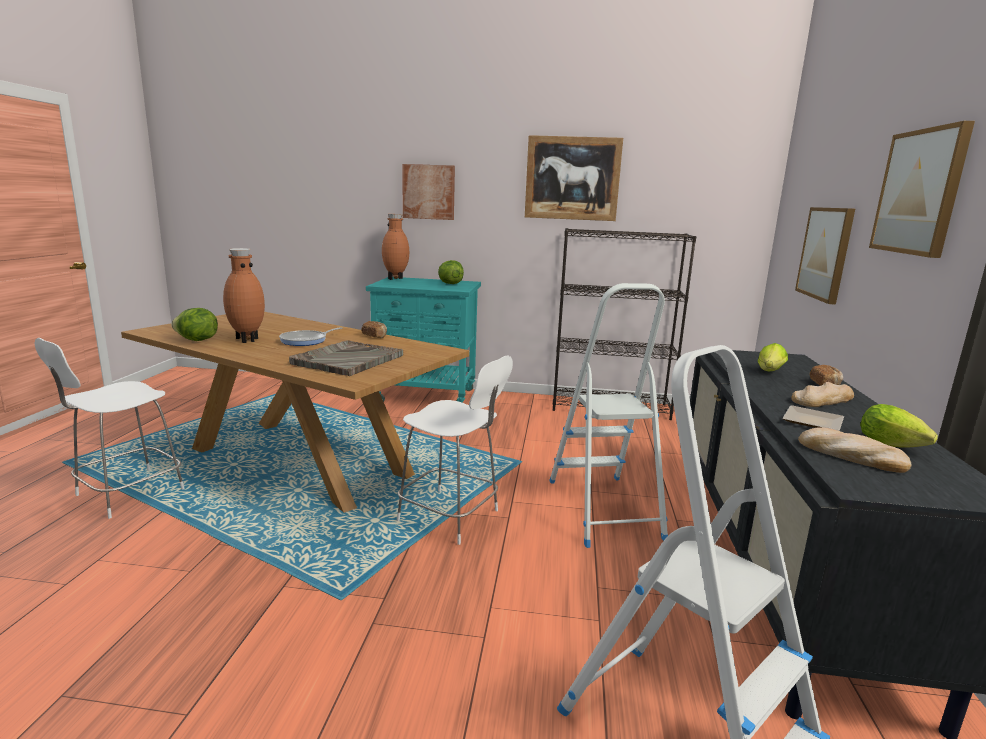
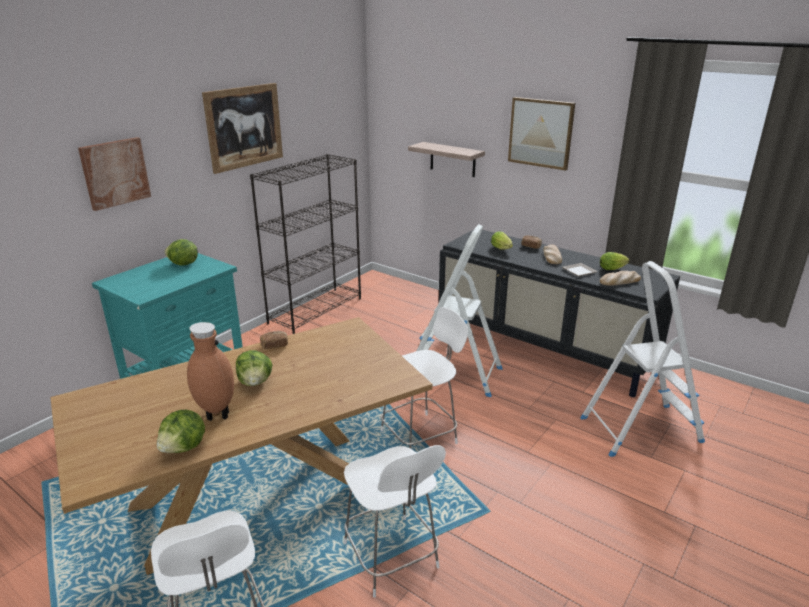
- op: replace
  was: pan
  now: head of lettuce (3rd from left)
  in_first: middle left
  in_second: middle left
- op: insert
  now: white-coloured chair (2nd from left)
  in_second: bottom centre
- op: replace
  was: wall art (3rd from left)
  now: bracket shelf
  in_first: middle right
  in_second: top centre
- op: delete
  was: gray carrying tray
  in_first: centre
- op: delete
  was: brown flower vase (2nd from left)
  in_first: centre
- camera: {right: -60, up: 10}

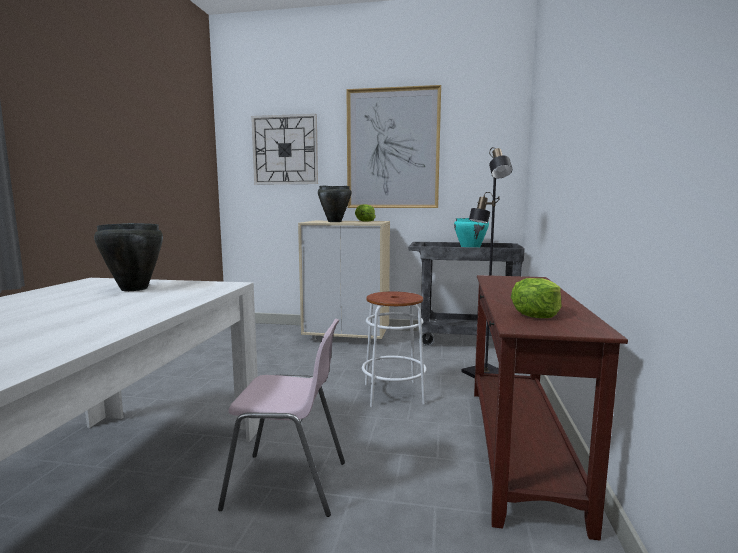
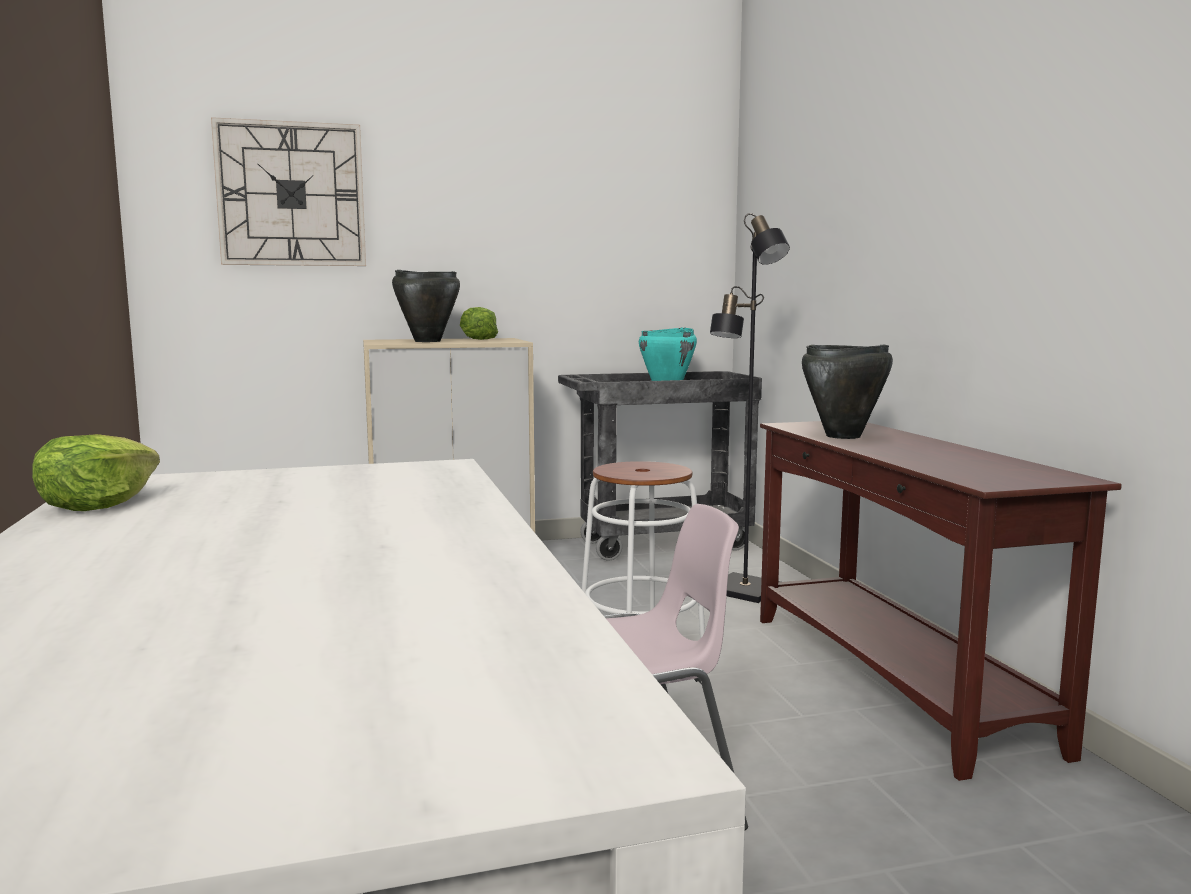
- op: move
  was: head of lettuce (2nd from left in the first image)
  now: head of lettuce (1st from left)
  in_first: middle right
  in_second: middle left
- op: move
  was: black-coloured saucepot (1st from left in the first image)
  now: black-coloured saucepot (2nd from left)
  in_first: middle left
  in_second: middle right
- op: delete
  was: wall art
  in_first: top centre
- camera: {right: -25, up: 0}

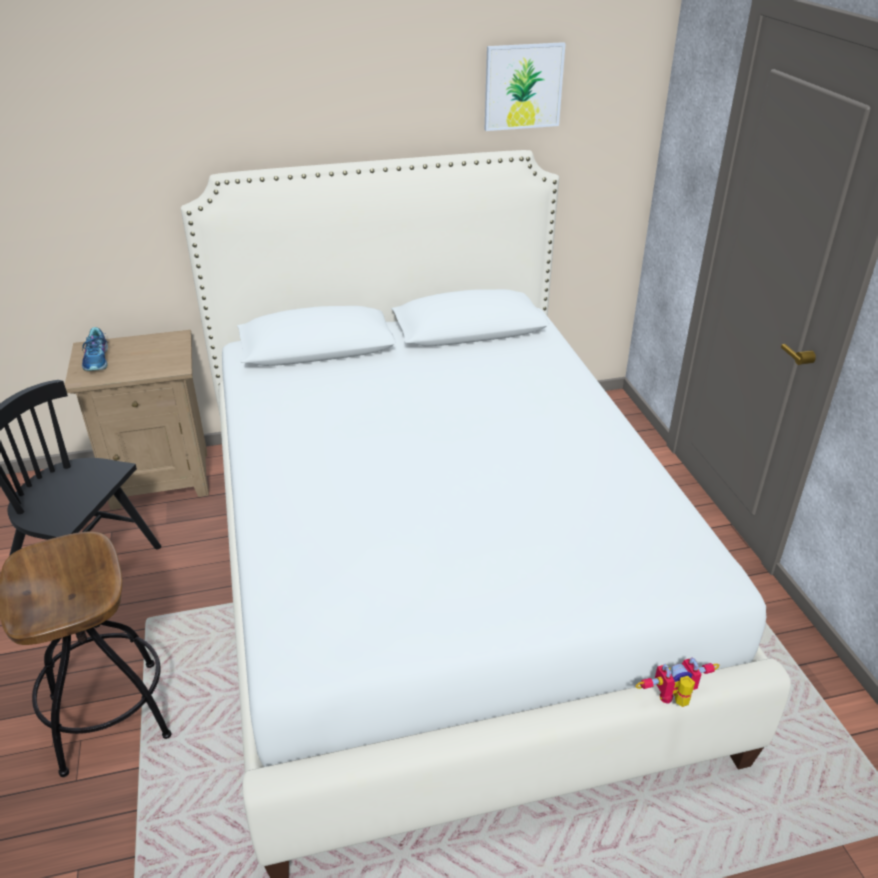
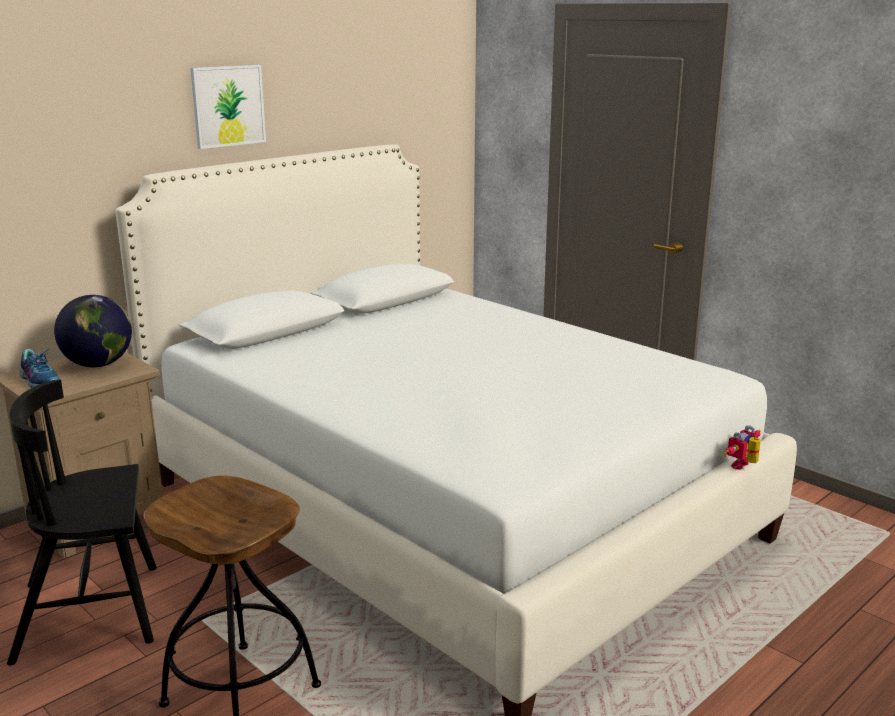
- op: insert
  now: desk globe
  in_second: middle left
- op: move
  was: wall art
  in_first: top centre
  in_second: top left
- camera: {right: -30, up: -15}

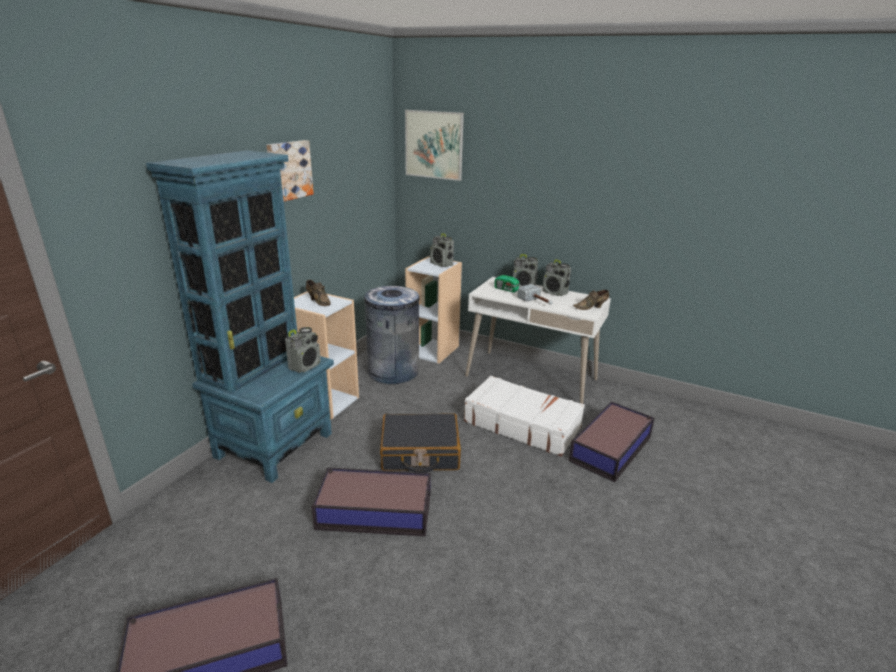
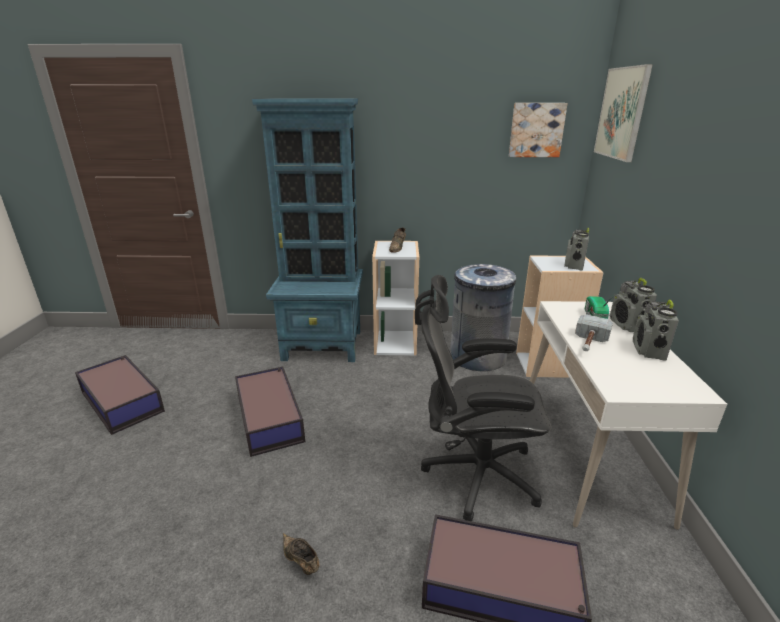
- op: move
  was: brown item of footwear (2nd from left in the first image)
  now: brown item of footwear (1st from left)
  in_first: centre
  in_second: bottom centre
- op: replace
  was: white-coloured suitcase
  now: computer chair
  in_first: centre
  in_second: centre
- op: move
  was: wall art (1st from left)
  in_first: top left
  in_second: top right
- op: delete
  was: radio (1st from left)
  in_first: centre
- op: delete
  was: black-coloured suitcase
  in_first: centre
- camera: {right: 65, up: 0}

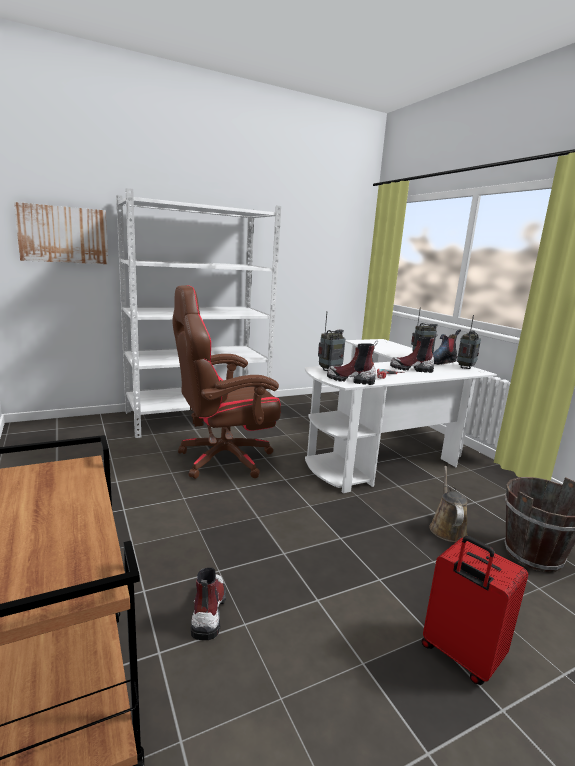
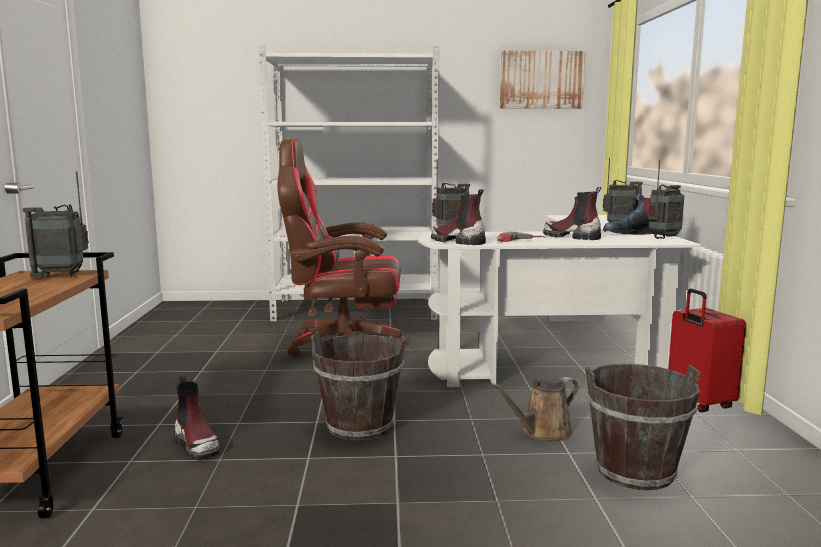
- op: insert
  now: radio (1st from left)
  in_second: middle left
- op: rotate
  was: high-top boot (1st from left)
  in_first: bottom centre
  in_second: bottom left
  clockwise: 120
- op: insert
  now: brown pail (1st from left)
  in_second: bottom centre
- op: rotate
  was: brown sprinkling can
  in_first: middle right
  in_second: bottom centre
  clockwise: -150
- op: move
  was: wall art
  in_first: top left
  in_second: top centre
- op: move
  was: red suitcase
  in_first: bottom right
  in_second: middle right
- camera: {right: 25, up: -5}

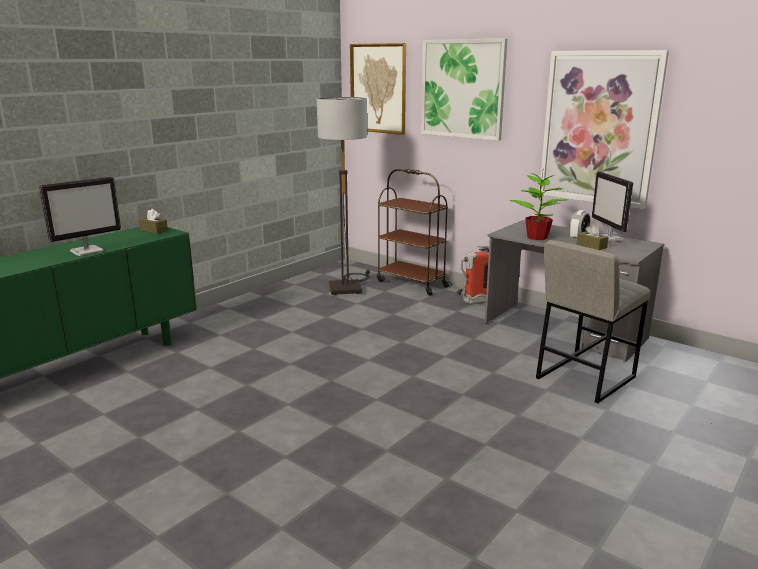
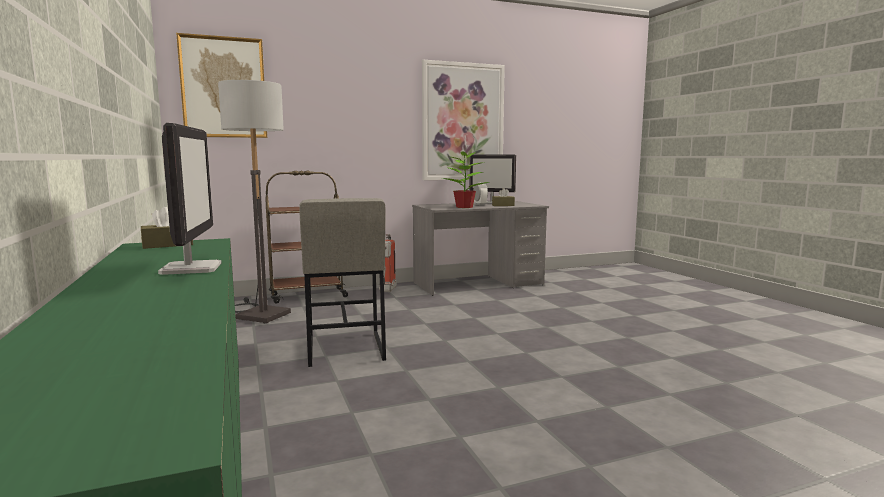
- op: move
  was: gray chair
  in_first: middle right
  in_second: centre
- op: delete
  was: wall art (2nd from left)
  in_first: top centre
- camera: {right: -60, up: -10}

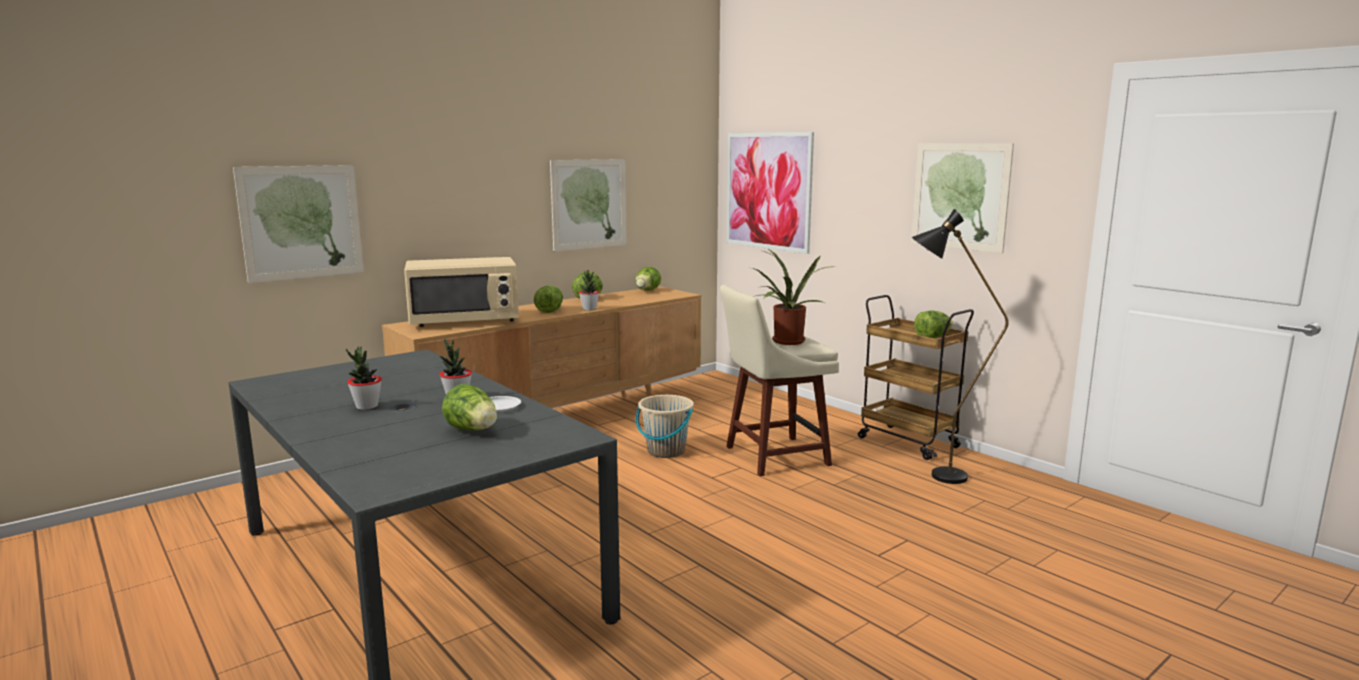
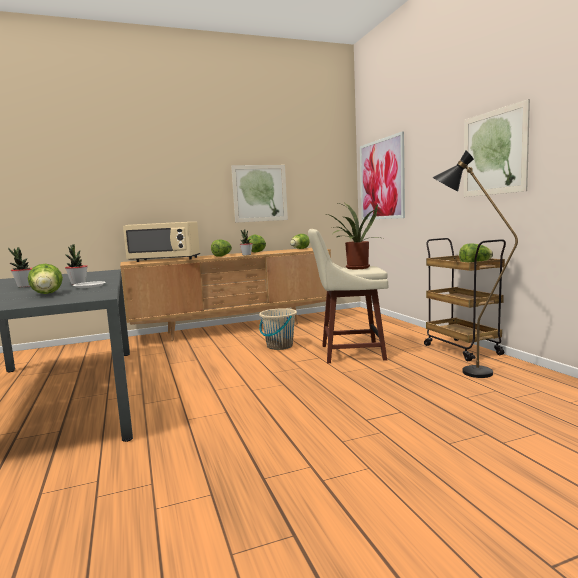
- op: delete
  was: wall art (1st from left)
  in_first: top left
- camera: {right: 20, up: -5}

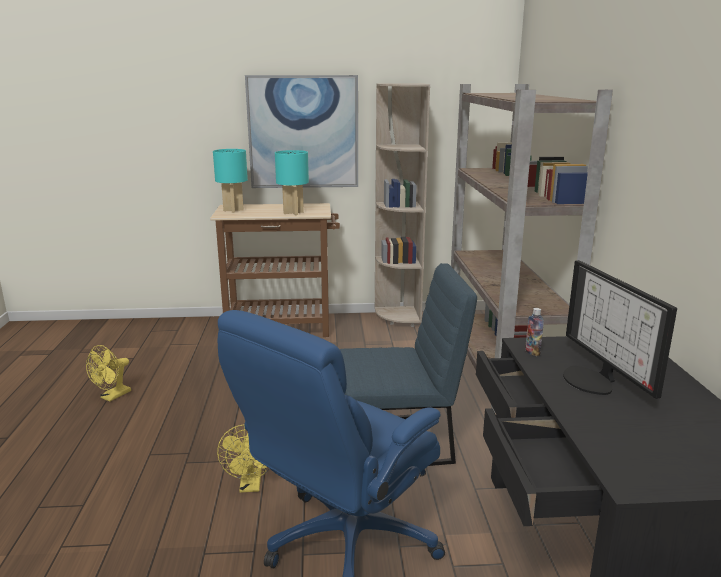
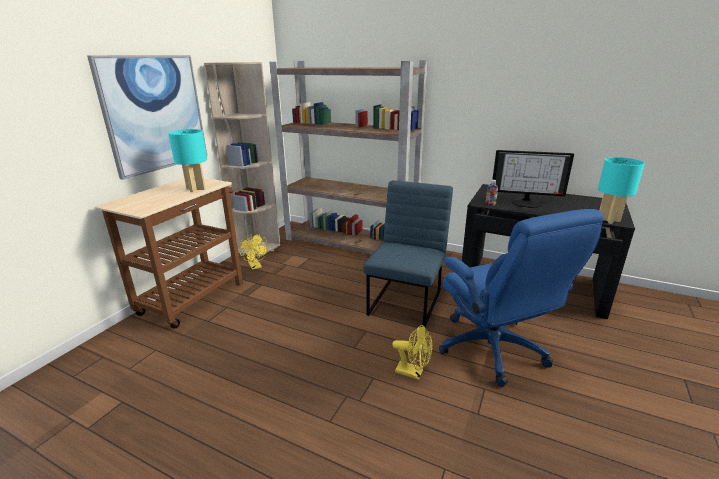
- op: move
  was: yellow cooling fan (1st from left)
  in_first: middle left
  in_second: centre
- op: move
  was: turquoise table lamp (1st from left in the first image)
  now: turquoise table lamp (2nd from left)
  in_first: top left
  in_second: middle right
- camera: {right: -60, up: 5}

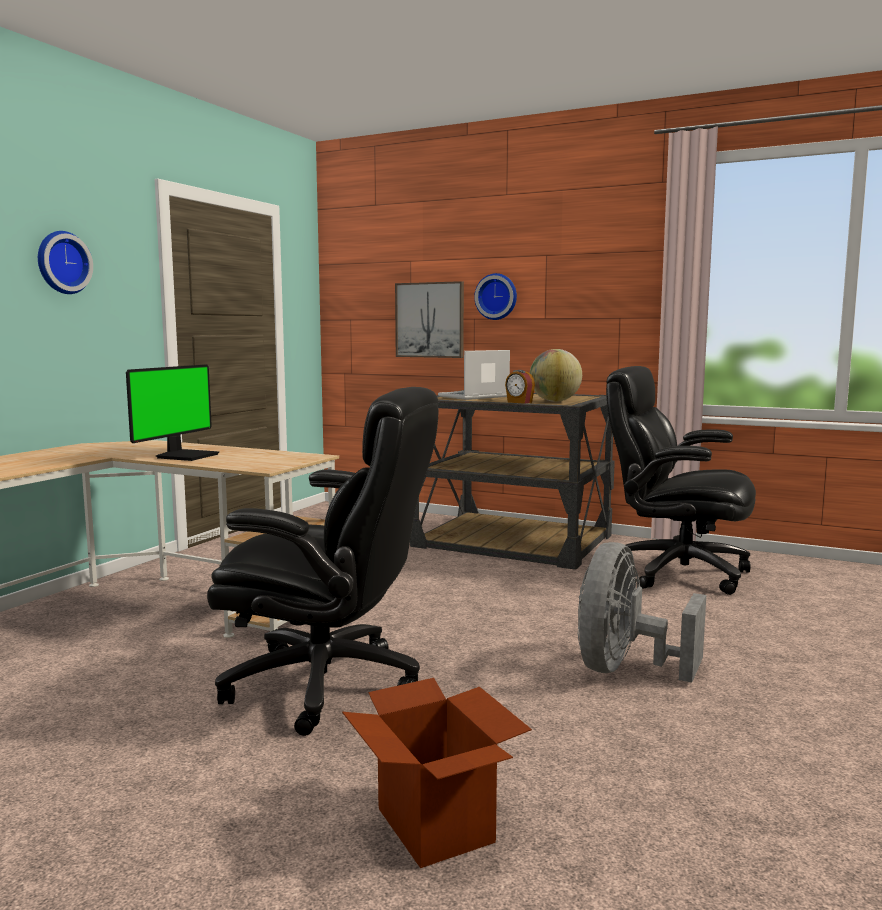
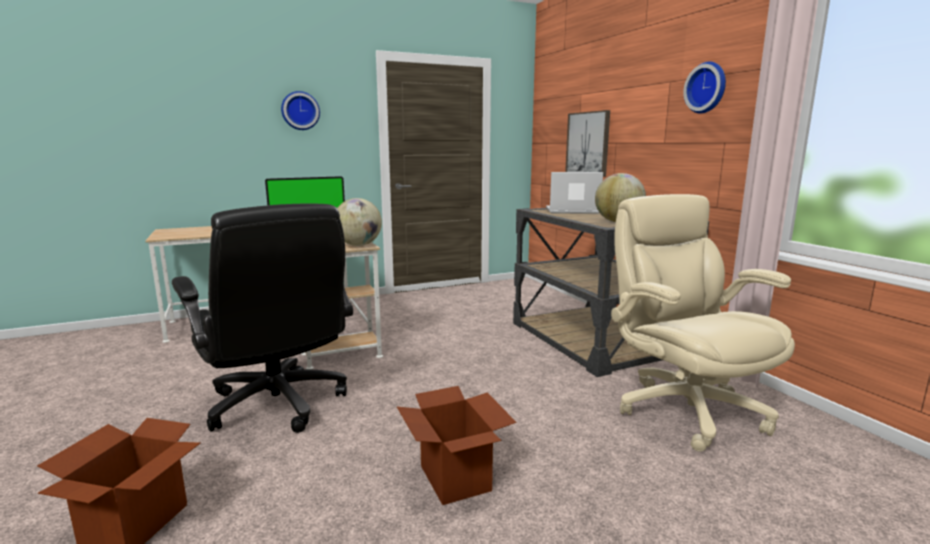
- op: insert
  now: desk globe (1st from left)
  in_second: centre
- op: replace
  was: gray cooling fan
  now: carton (2nd from left)
  in_first: bottom right
  in_second: bottom centre
- op: recolor
  was: black-coloured computer chair (2nd from left)
  now: beige computer chair
  in_first: middle right
  in_second: middle right
- op: move
  was: clock on the wall (2nd from left)
  in_first: top centre
  in_second: top right
- op: delete
  was: alarm clock
  in_first: centre
- camera: {right: 40, up: 5}

